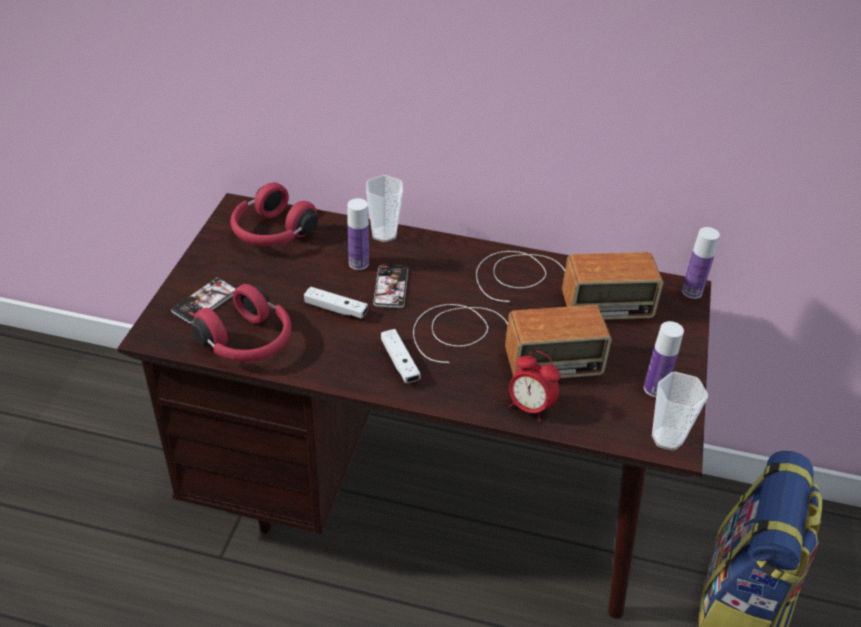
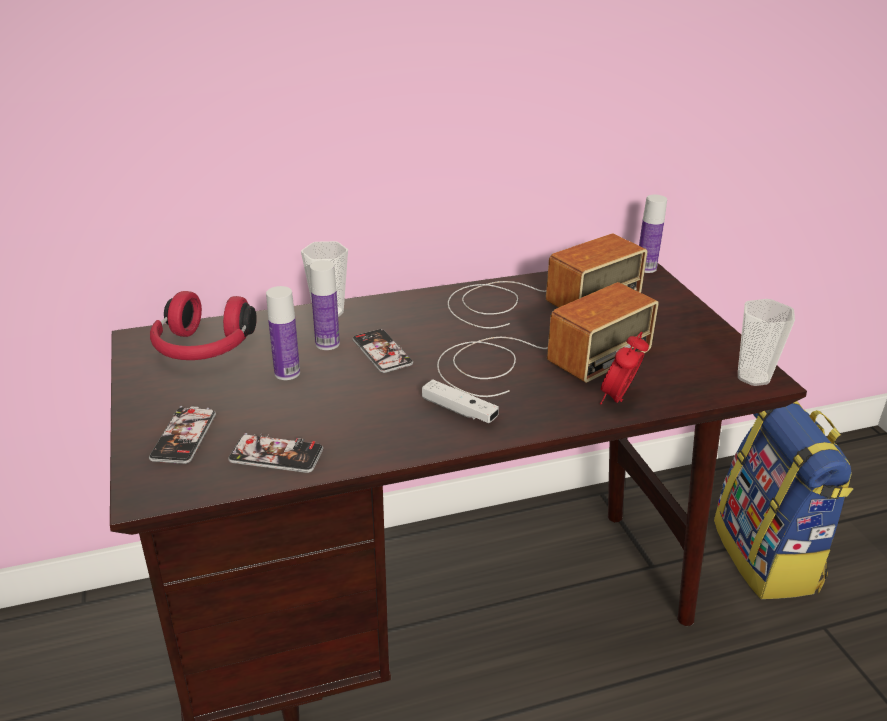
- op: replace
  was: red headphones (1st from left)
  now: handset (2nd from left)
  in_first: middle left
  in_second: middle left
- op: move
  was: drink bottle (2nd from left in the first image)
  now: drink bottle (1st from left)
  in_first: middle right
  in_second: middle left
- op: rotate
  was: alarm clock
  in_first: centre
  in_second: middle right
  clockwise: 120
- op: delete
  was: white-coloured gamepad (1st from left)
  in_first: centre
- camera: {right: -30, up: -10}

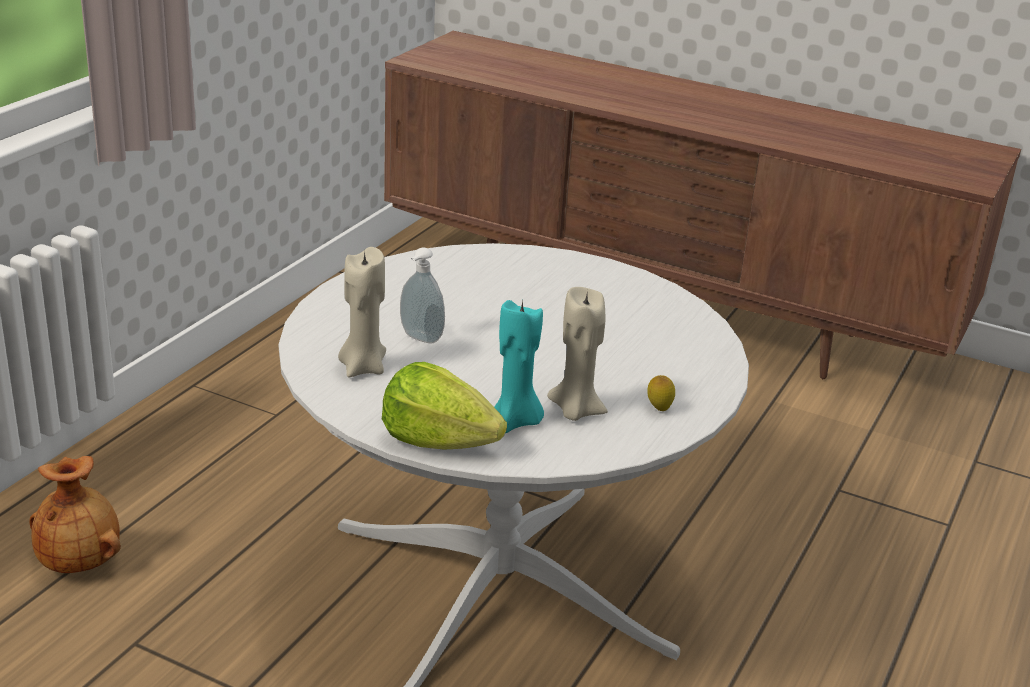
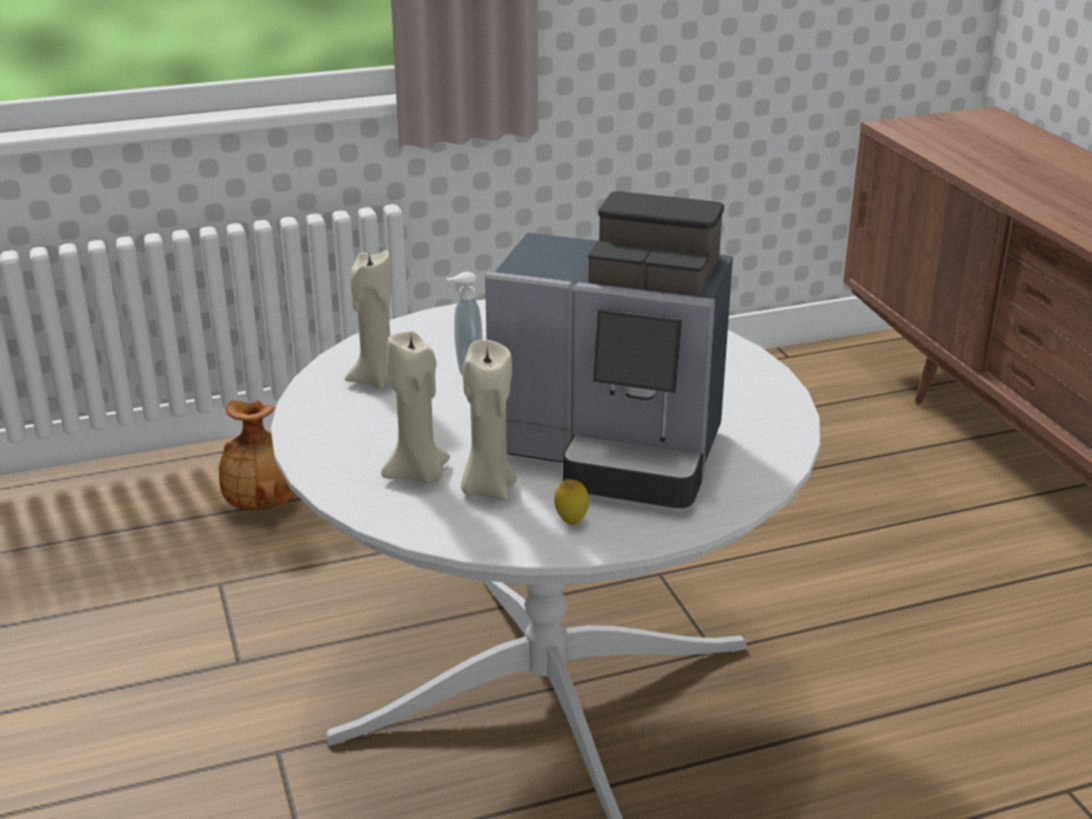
- op: recolor
  was: turquoise candle
  now: beige candle (2nd from left)
  in_first: centre
  in_second: centre
- op: insert
  now: coffee machine
  in_second: centre
- op: delete
  was: head of lettuce
  in_first: centre
- camera: {right: 45, up: 0}

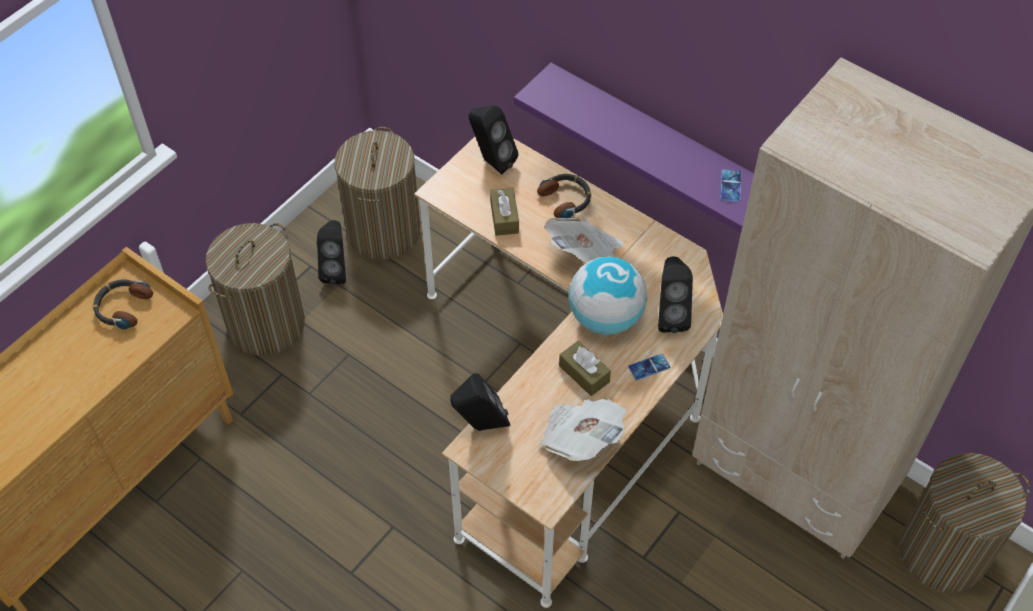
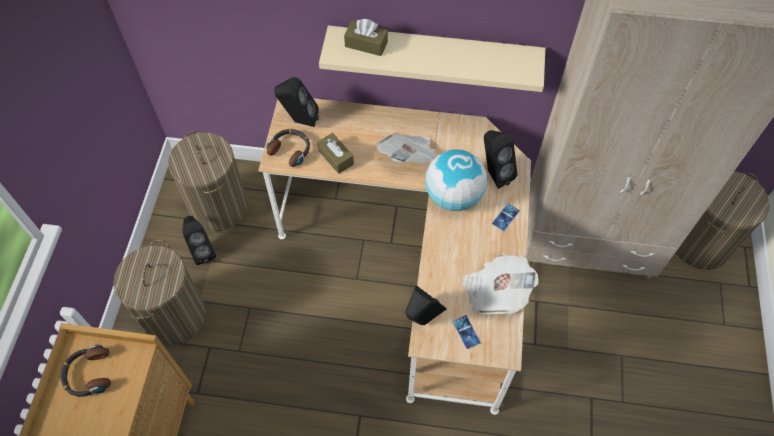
- op: move
  was: headphones (2nd from left)
  in_first: top centre
  in_second: centre
- op: recolor
  was: purple bracket shelf
  now: beige bracket shelf
  in_first: top centre
  in_second: top centre
- op: move
  was: brown box of tissues (2nd from left)
  in_first: centre
  in_second: top centre
- op: move
  was: handset (2nd from left in the first image)
  now: handset (1st from left)
  in_first: top right
  in_second: bottom centre
- camera: {right: -30, up: 5}

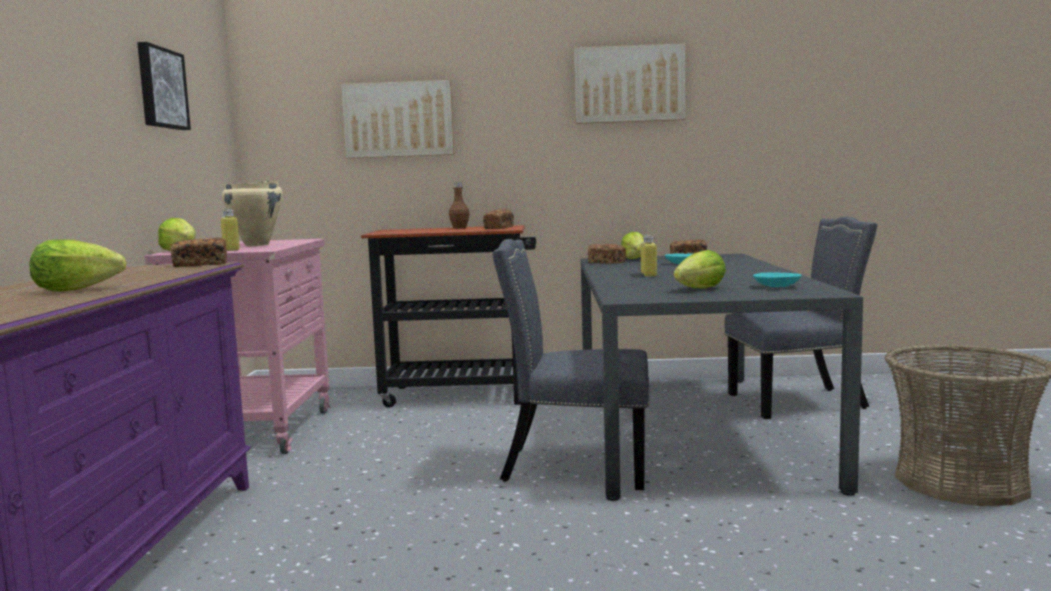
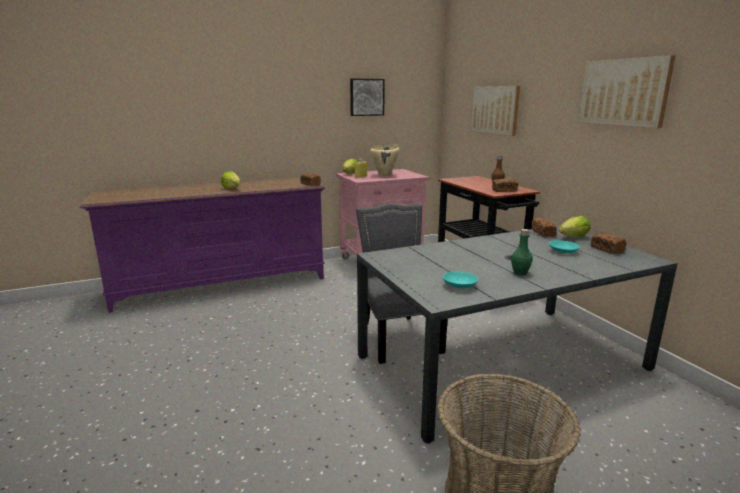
- op: insert
  now: green-coloured drink bottle
  in_second: middle right
- op: delete
  was: yellow drink bottle (2nd from left)
  in_first: centre
- op: delete
  was: head of lettuce (4th from left)
  in_first: centre
- op: delete
  was: gray chair (2nd from left)
  in_first: middle right
- camera: {right: 65, up: 10}

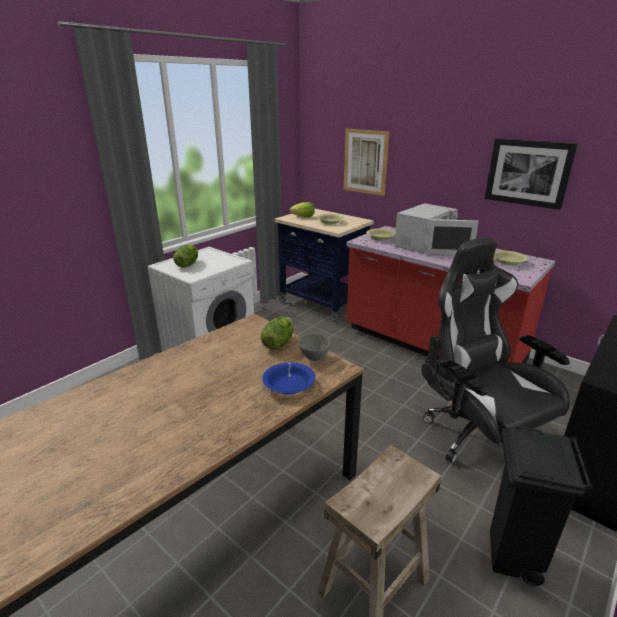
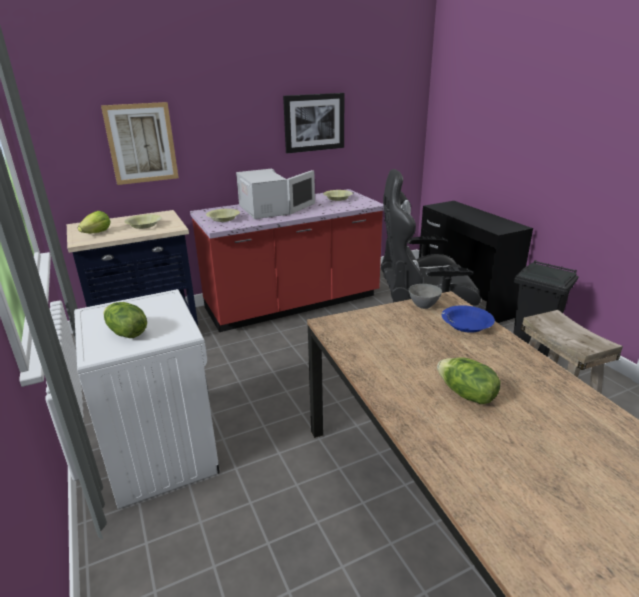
- op: move
  was: head of lettuce (2nd from left in the first image)
  now: head of lettuce (3rd from left)
  in_first: centre
  in_second: middle right
- camera: {right: -65, up: 0}

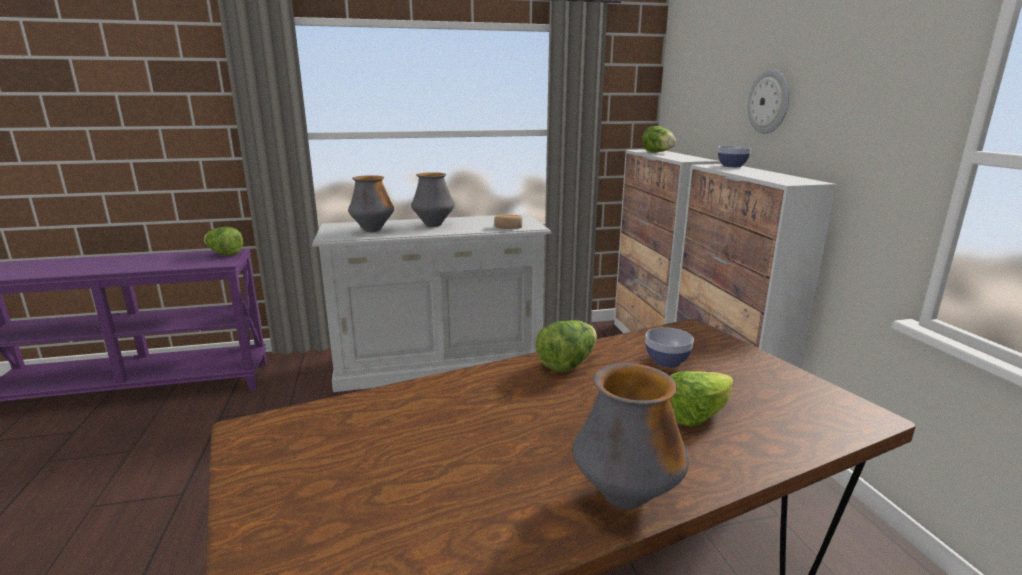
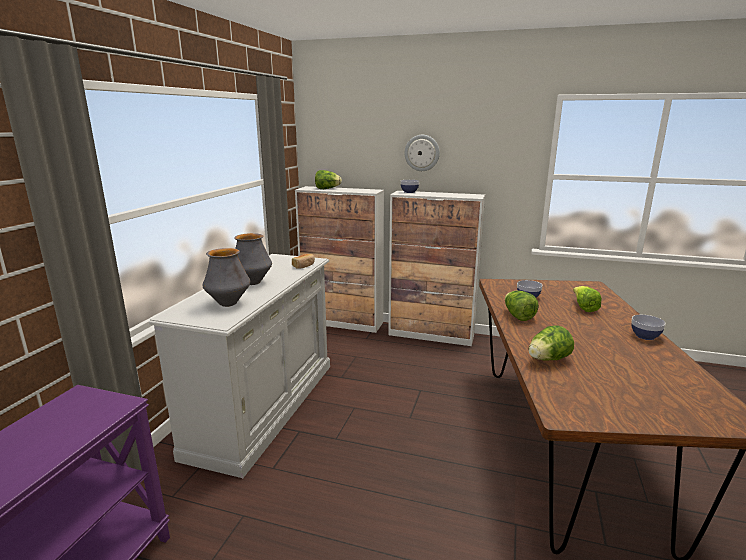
- op: move
  was: head of lettuce (1st from left in the first image)
  now: head of lettuce (3rd from left)
  in_first: middle left
  in_second: middle right
- op: replace
  was: flower vase (3rd from left)
  now: deep dish (3rd from left)
  in_first: bottom centre
  in_second: middle right
- camera: {right: -60, up: 0}

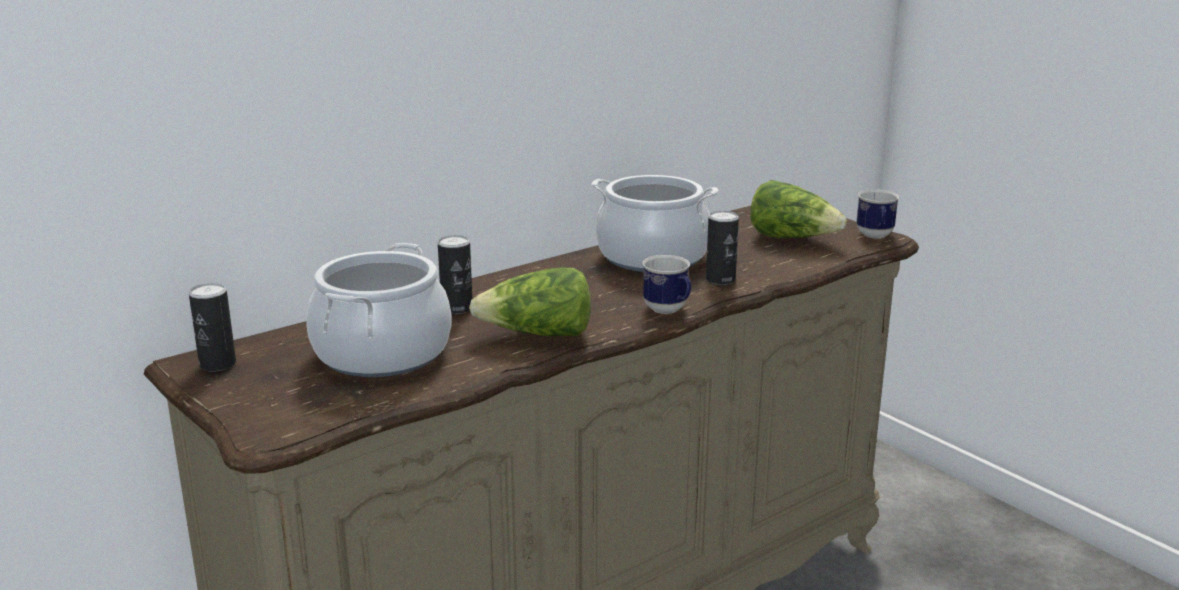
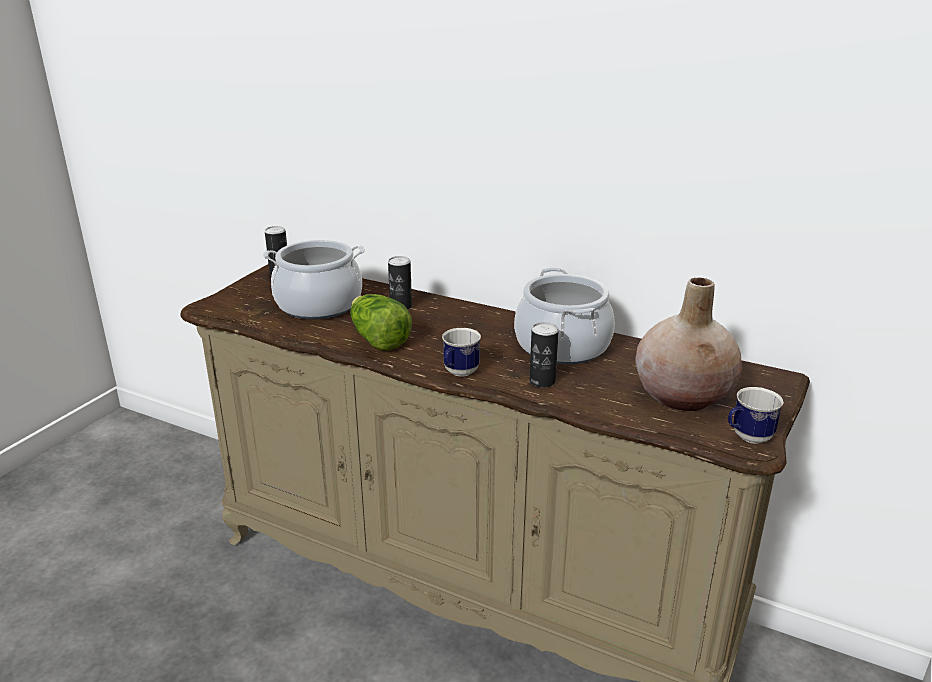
- op: replace
  was: head of lettuce (2nd from left)
  now: beige flower vase
  in_first: middle right
  in_second: middle right
- camera: {right: 65, up: 5}

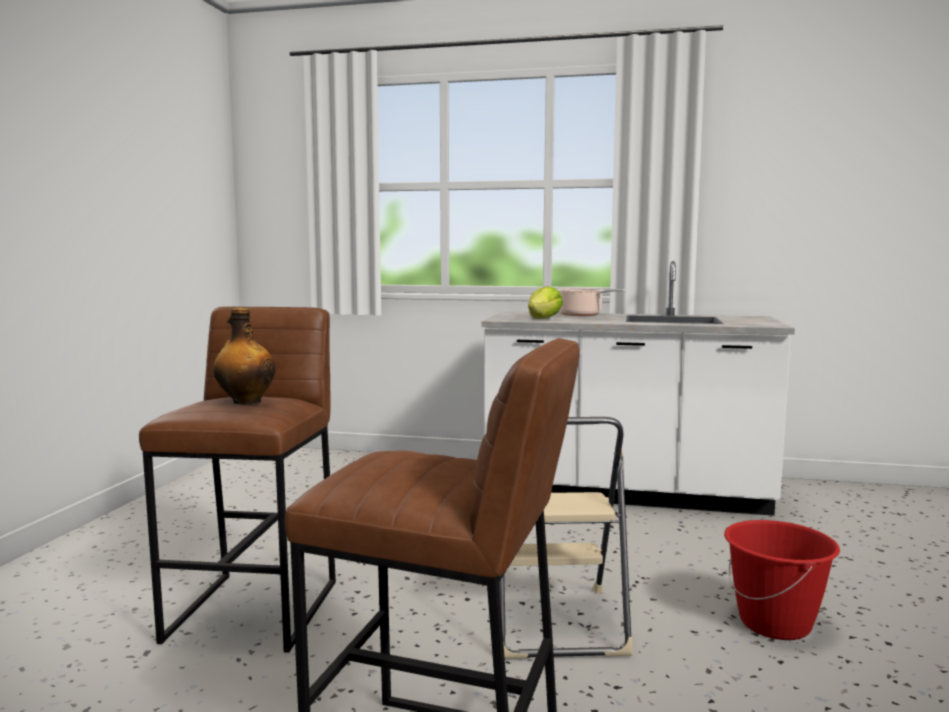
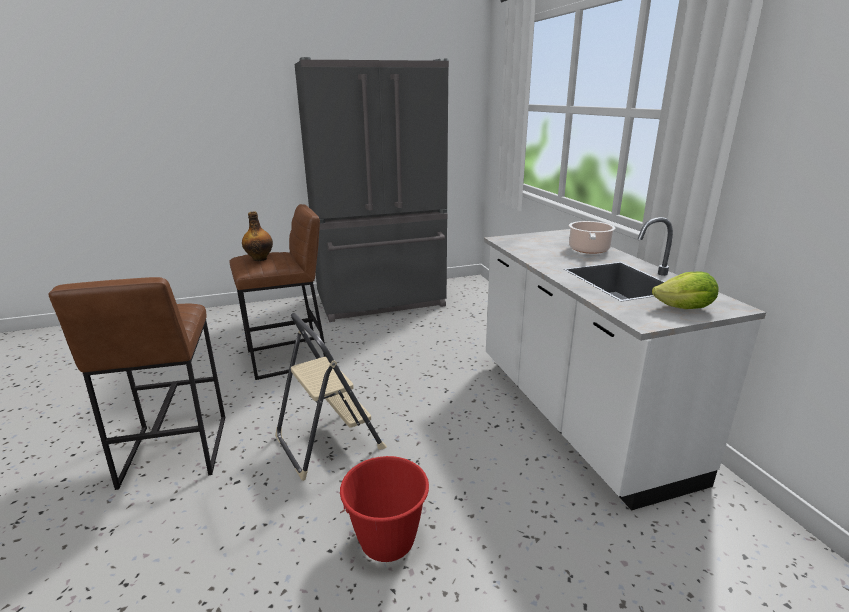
- op: insert
  now: gray kitchen fridge
  in_second: top centre
- op: move
  was: head of lettuce
  in_first: centre
  in_second: middle right
- camera: {right: 60, up: 15}

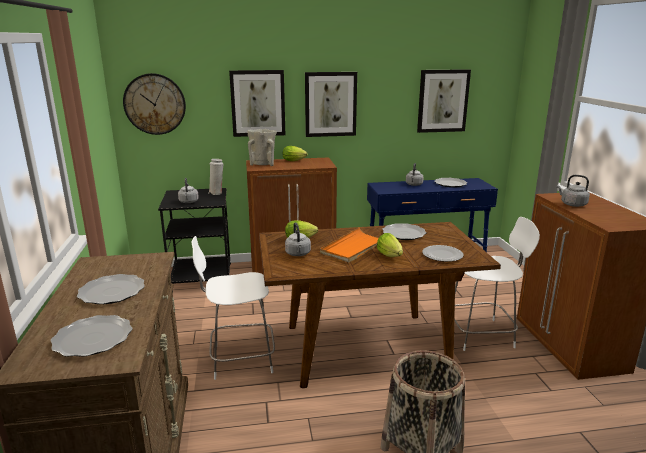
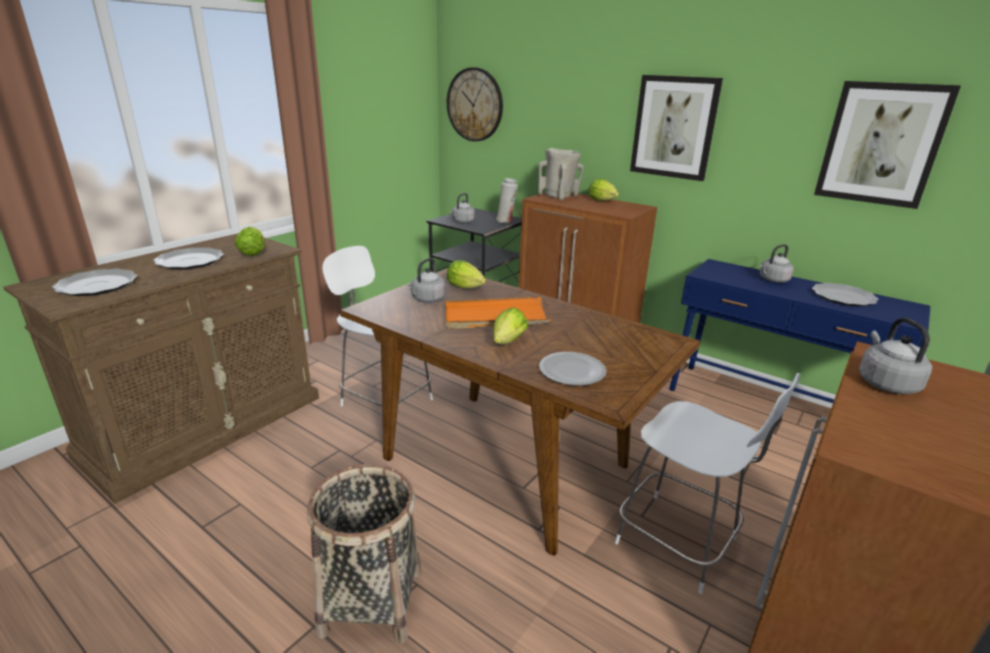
- op: insert
  now: head of lettuce (1st from left)
  in_second: middle left
- op: delete
  was: wall art (1st from left)
  in_first: top centre
- op: delete
  was: dinner plate (3rd from left)
  in_first: centre
- camera: {right: 45, up: 5}

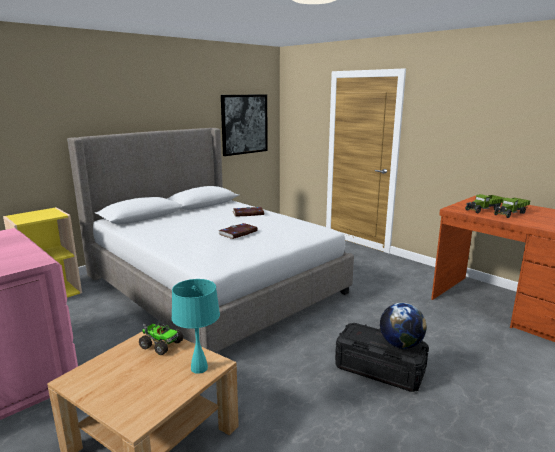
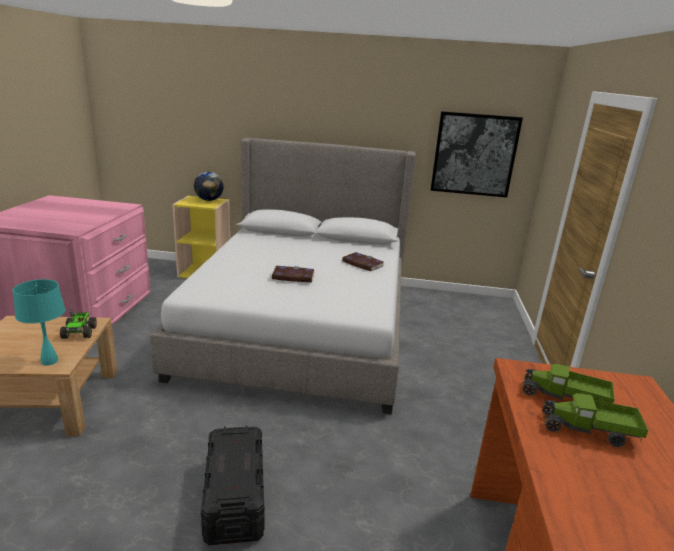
- op: move
  was: desk globe
  in_first: bottom right
  in_second: middle left
- camera: {right: 50, up: 5}

